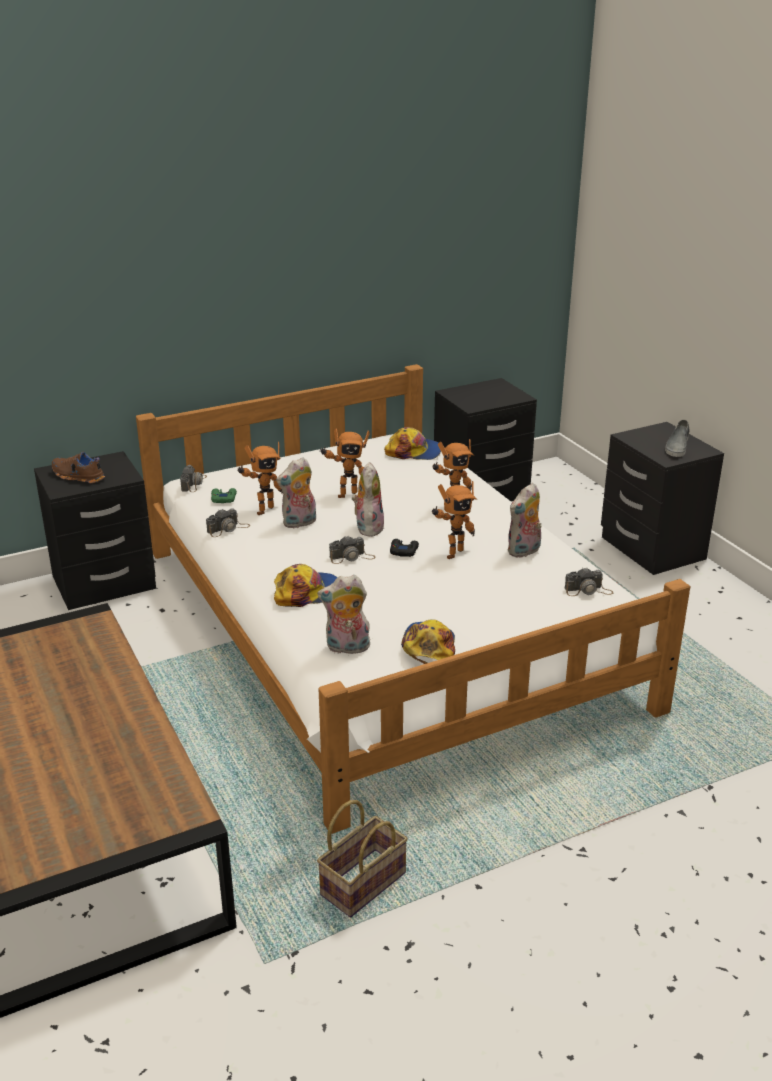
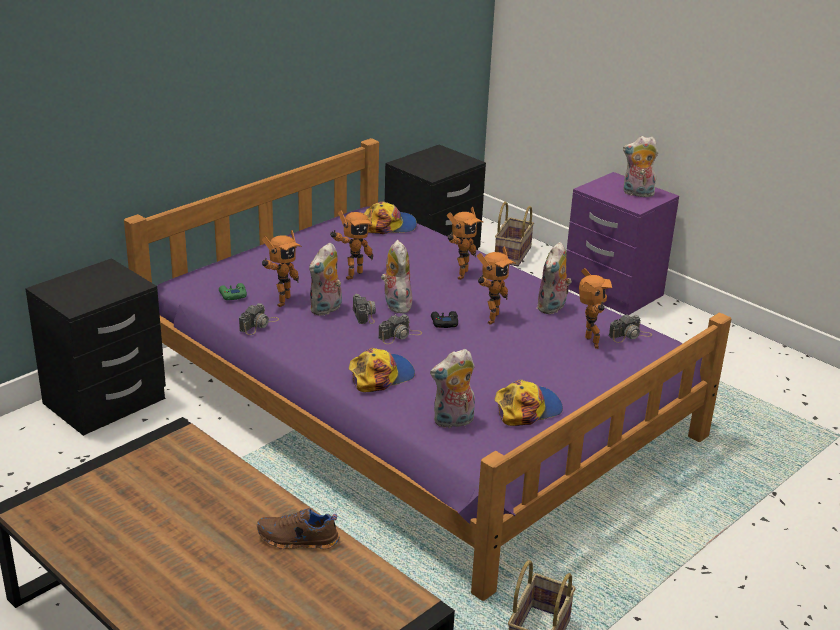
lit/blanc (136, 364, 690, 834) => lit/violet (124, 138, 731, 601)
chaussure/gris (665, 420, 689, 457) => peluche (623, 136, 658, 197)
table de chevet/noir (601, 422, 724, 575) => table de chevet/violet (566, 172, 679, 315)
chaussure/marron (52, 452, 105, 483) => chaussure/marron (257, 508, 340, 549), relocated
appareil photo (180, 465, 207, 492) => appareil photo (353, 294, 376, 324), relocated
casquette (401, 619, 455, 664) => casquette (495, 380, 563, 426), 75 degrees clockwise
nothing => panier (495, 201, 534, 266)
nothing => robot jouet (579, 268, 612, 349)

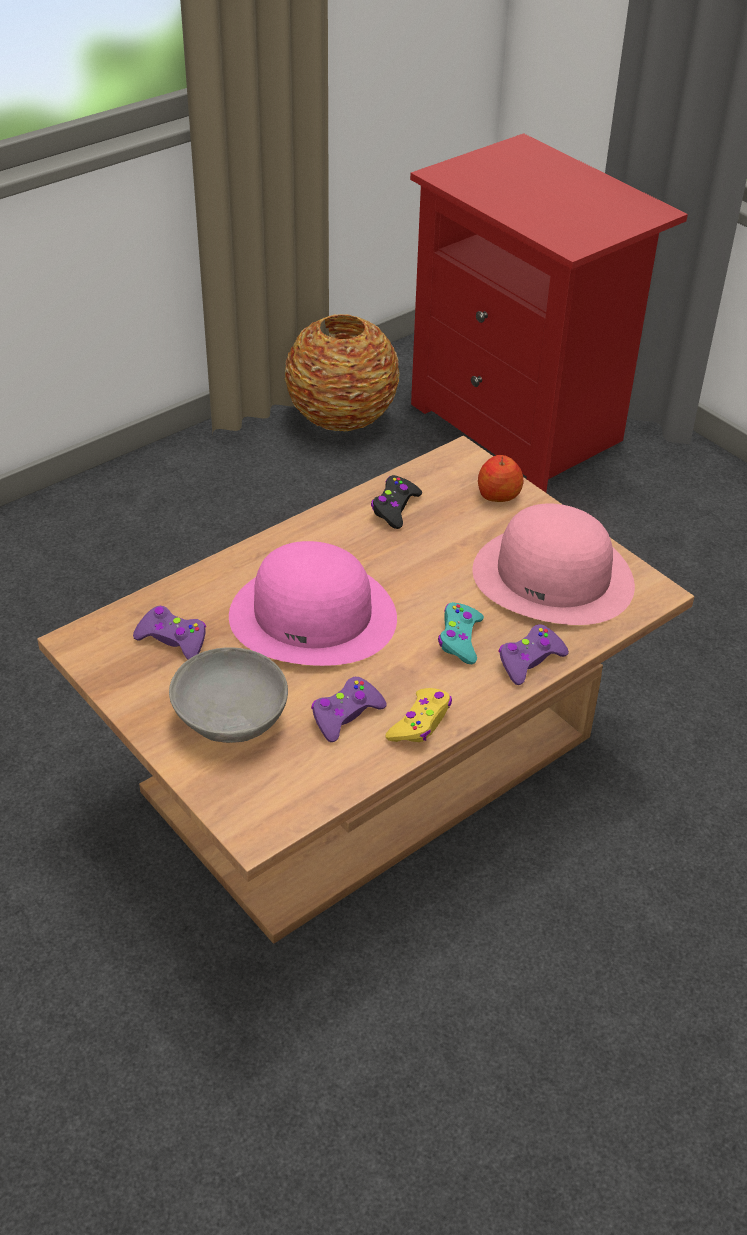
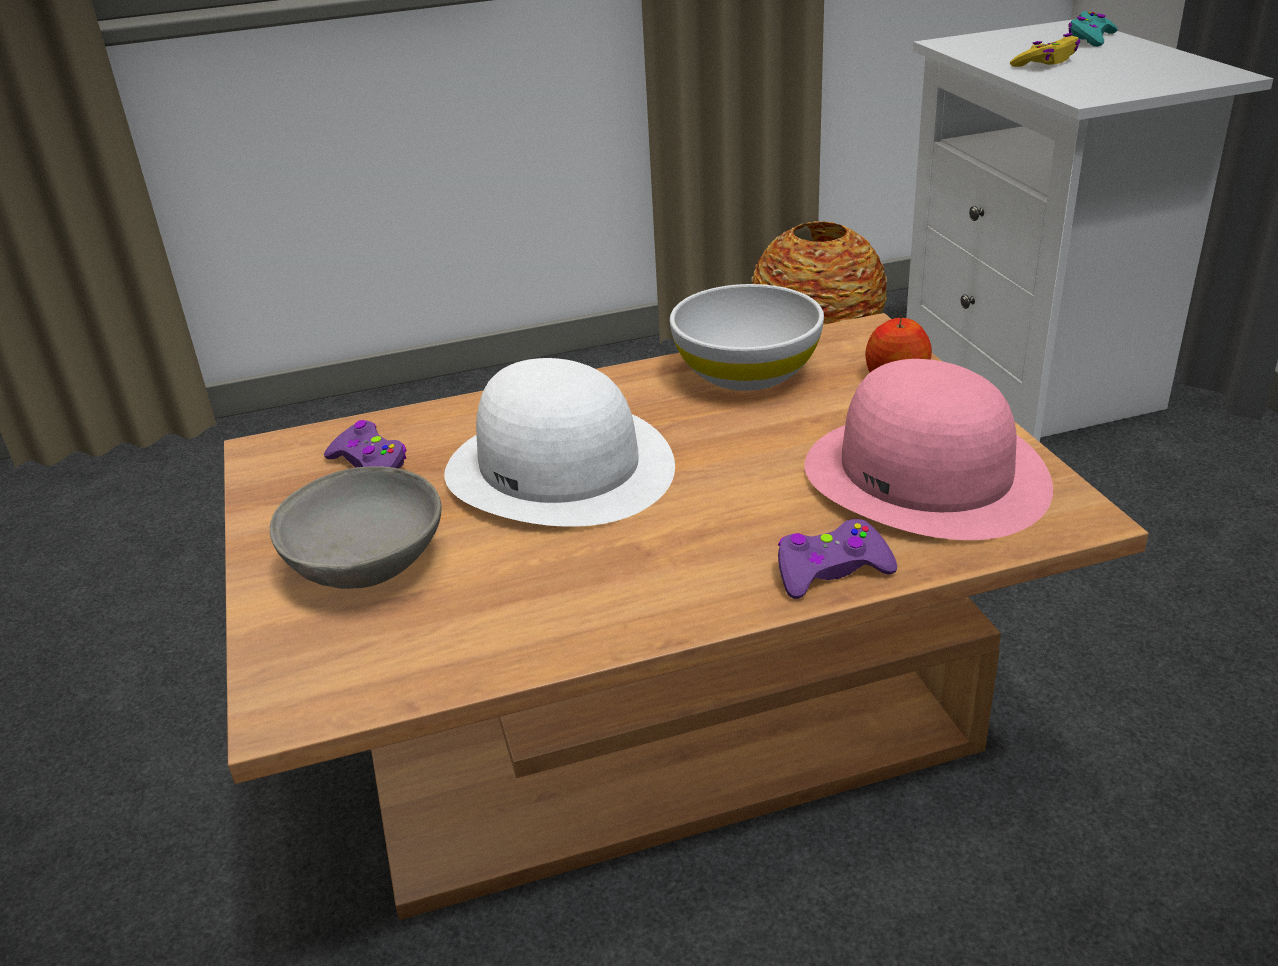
table de chevet/rouge (410, 133, 688, 492) => table de chevet/blanc (906, 19, 1273, 442)
manette/noir (371, 475, 422, 529) => bol/blanc (670, 284, 824, 391)
chapeau/rose (229, 541, 397, 666) => chapeau/blanc (444, 358, 675, 527)
manette/turquoise (438, 602, 484, 664) => manette/turquoise (1068, 11, 1118, 47), relocated
manette/violet (311, 677, 387, 742) => nothing
manette/jaune (385, 688, 452, 742) => manette/jaune (1010, 33, 1080, 67), relocated

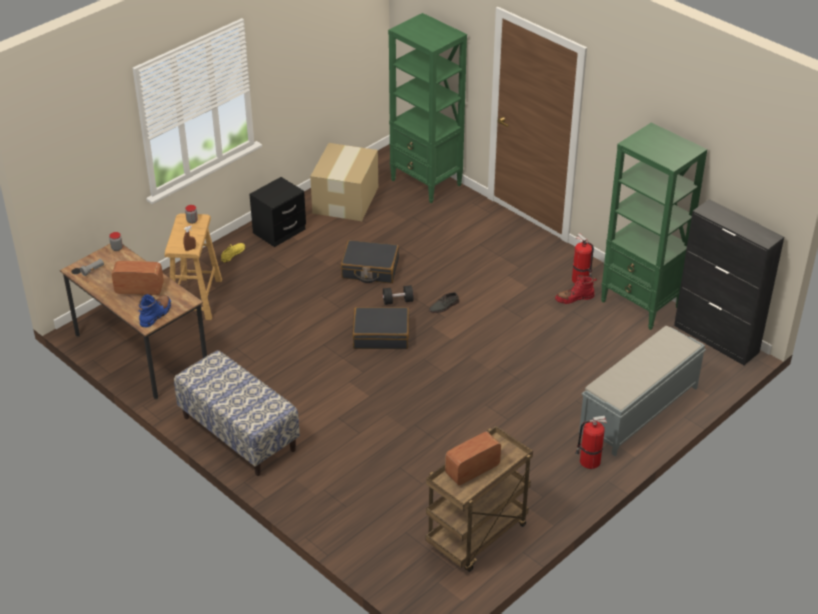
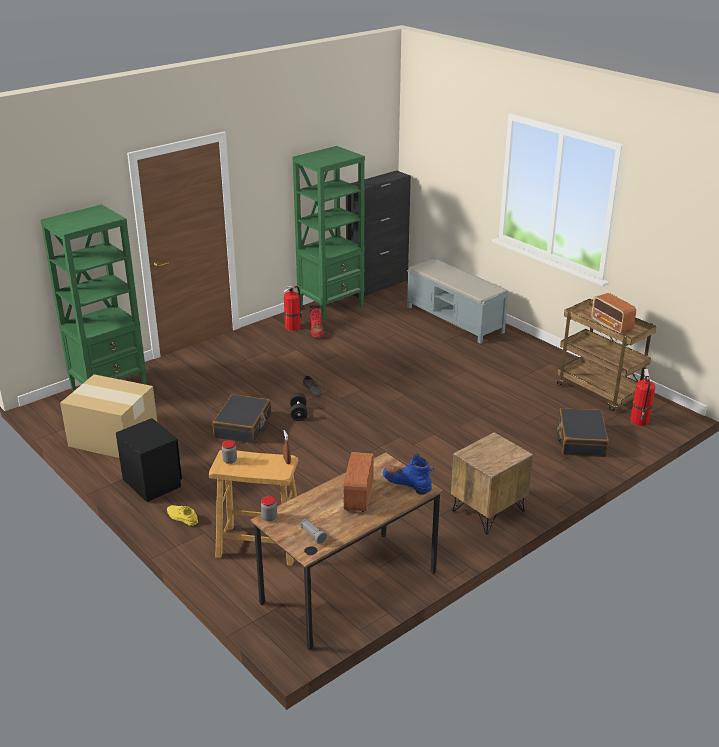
valise/noir (353, 307, 409, 349) => valise/noir (557, 408, 609, 457), relocated
banc (174, 350, 300, 476) => table de chevet/marron (451, 432, 533, 534)
extincteur (575, 416, 607, 469) => extincteur (630, 369, 655, 426), relocated

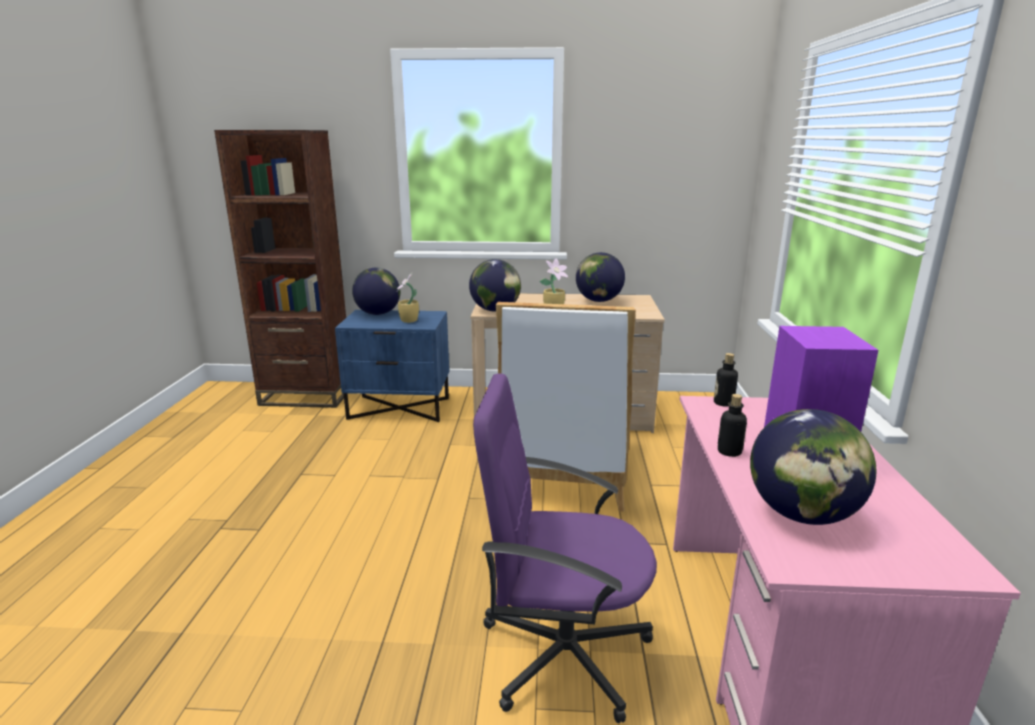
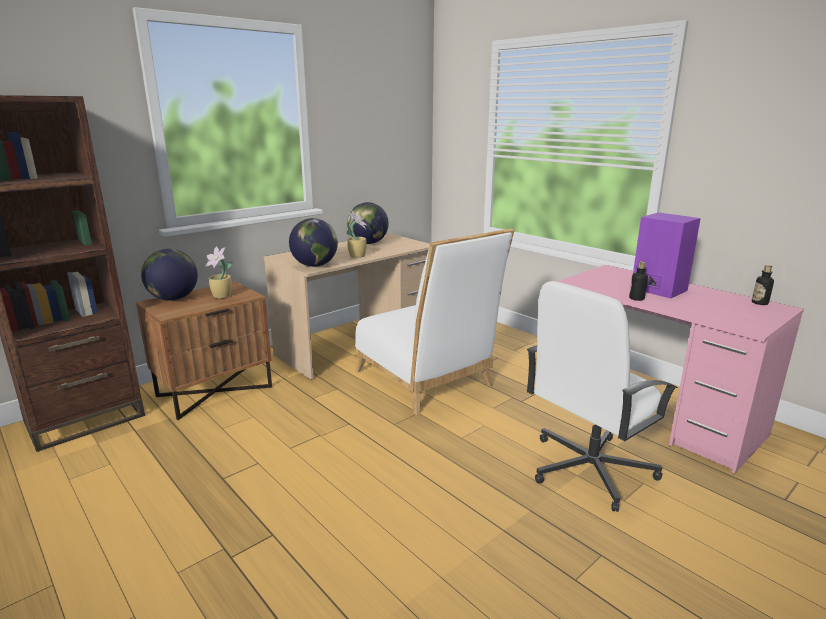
table de chevet/bleu (335, 310, 449, 422) => table de chevet/marron (136, 281, 272, 420)
bouteille (714, 353, 738, 407) => bouteille (752, 265, 774, 305), relocated
chaise de bureau/violet (473, 373, 657, 723) => chaise de bureau/blanc (527, 281, 678, 512)
globe (750, 409, 877, 525) => nothing

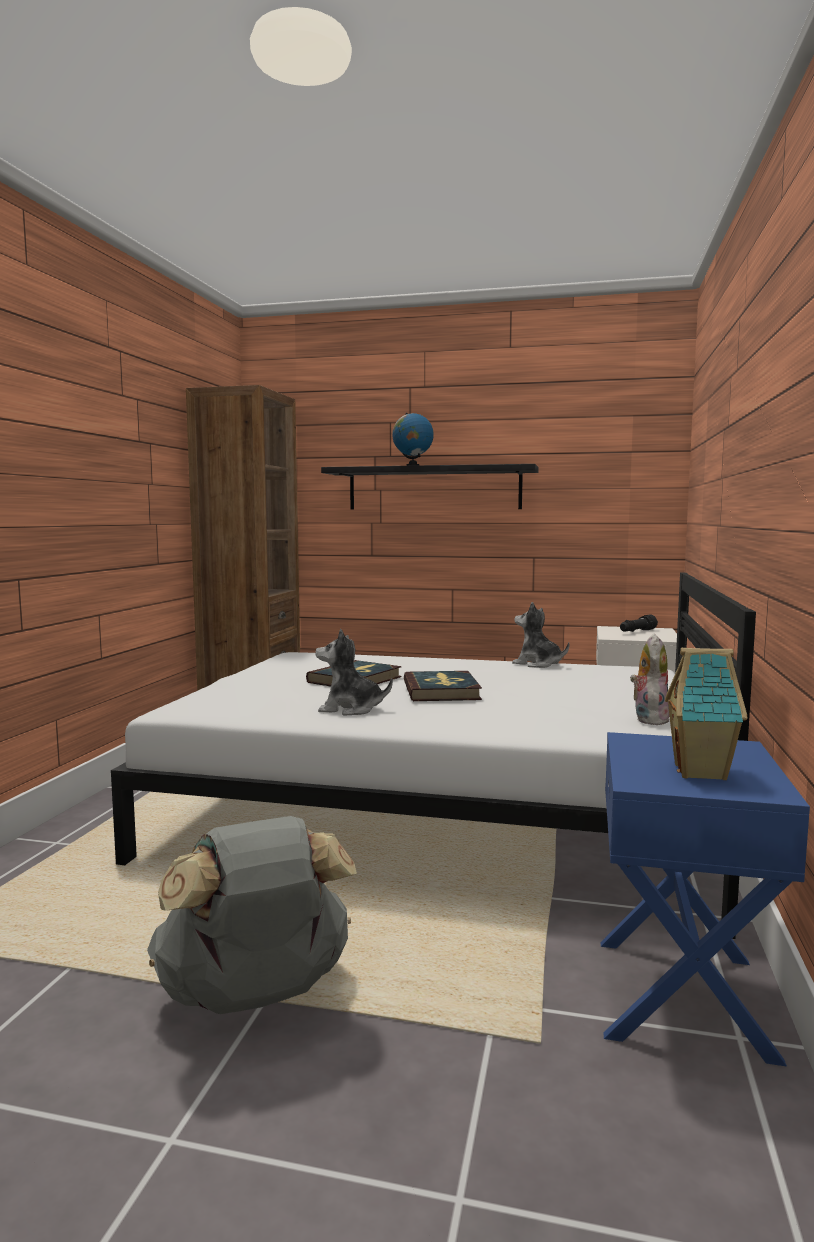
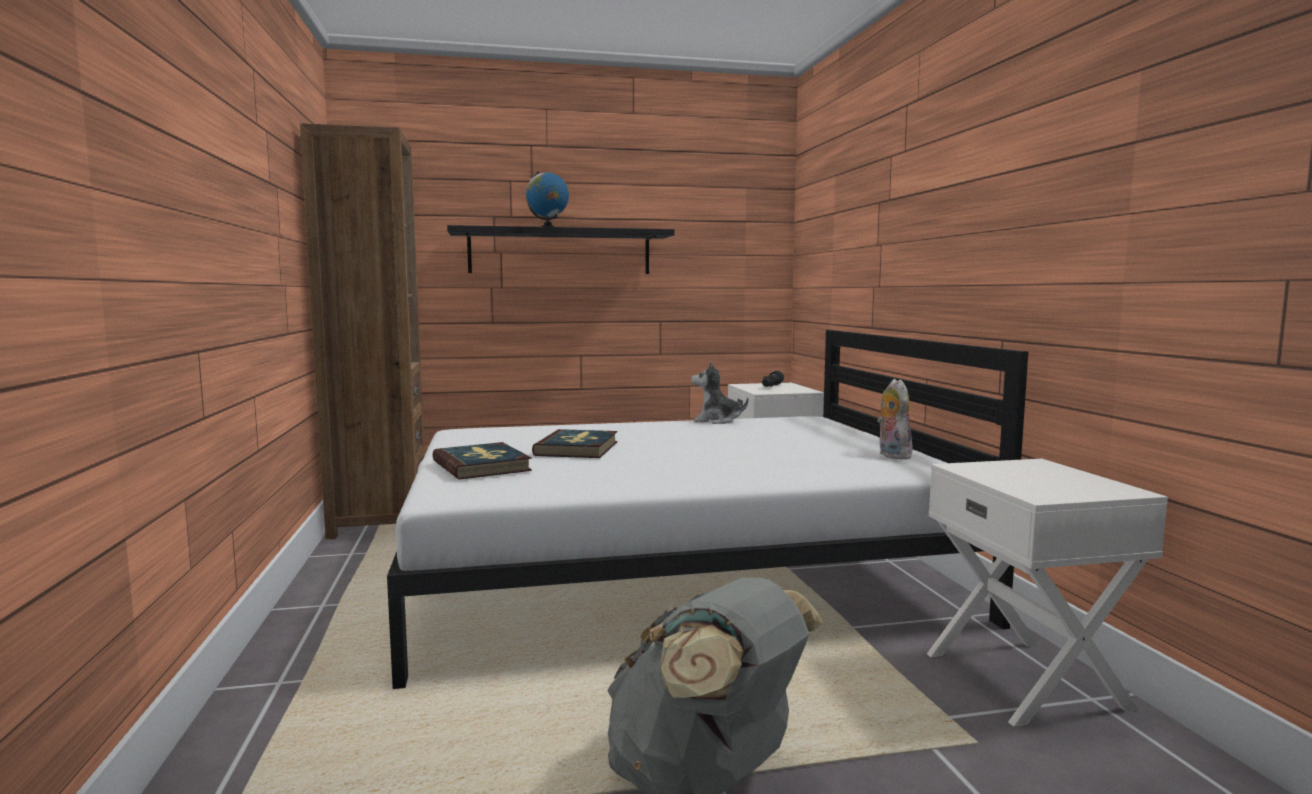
peluche (315, 629, 393, 715) => nothing
maison miniature (665, 648, 748, 780) => nothing
livre (404, 671, 482, 701) => livre (432, 442, 532, 480), relocated
table de chevet/bleu (601, 732, 810, 1067) => table de chevet/blanc (927, 459, 1168, 727)

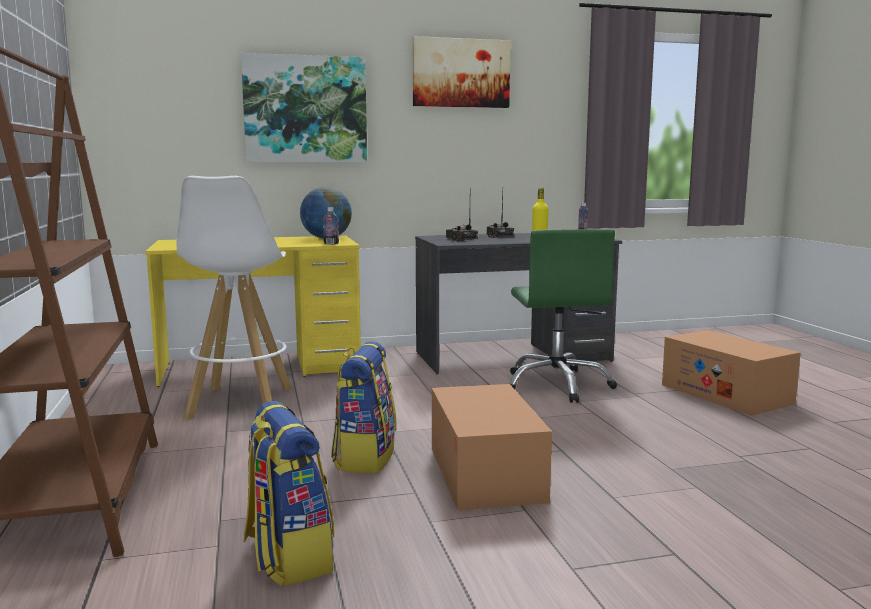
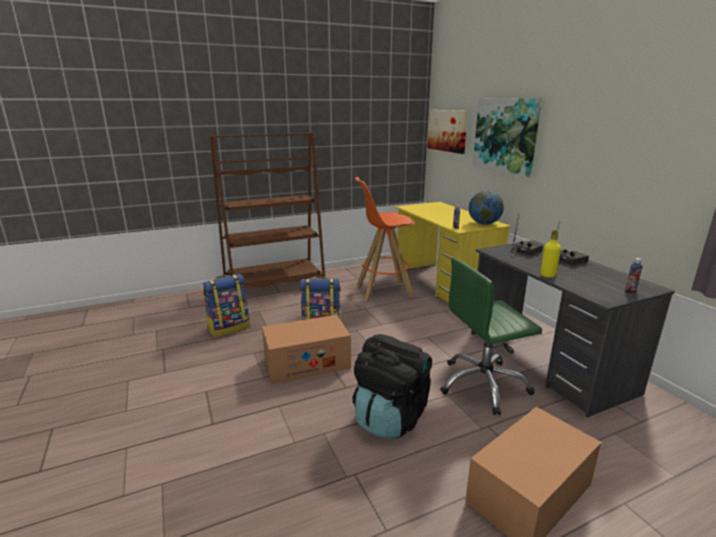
tableau (412, 36, 511, 108) => tableau (428, 110, 468, 154), relocated
tabouret/blanc (177, 176, 292, 420) => tabouret/orange (355, 177, 415, 302)
nothing => sac à dos/noir (353, 334, 432, 439)

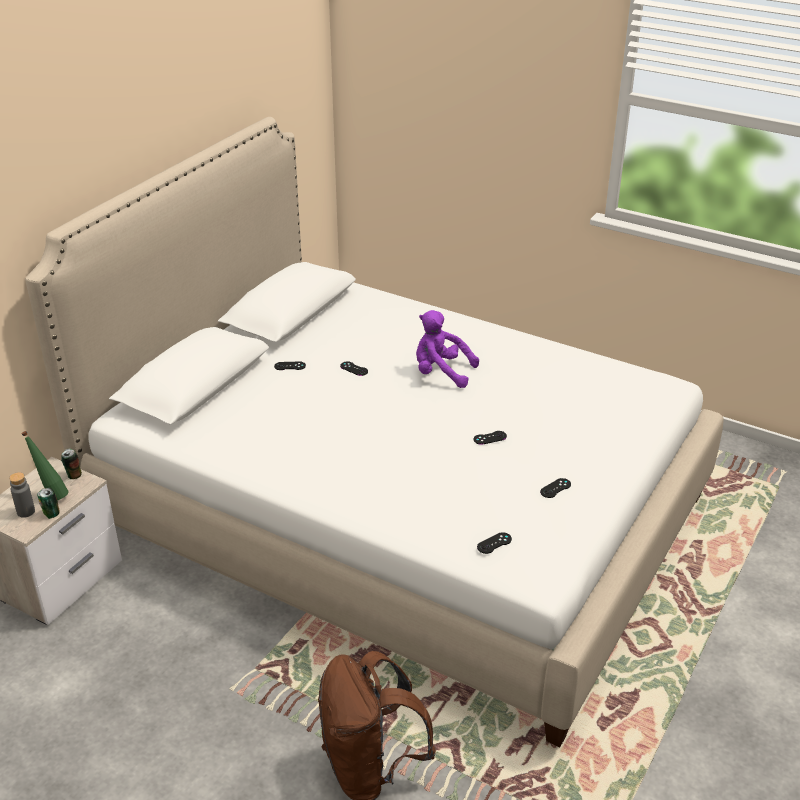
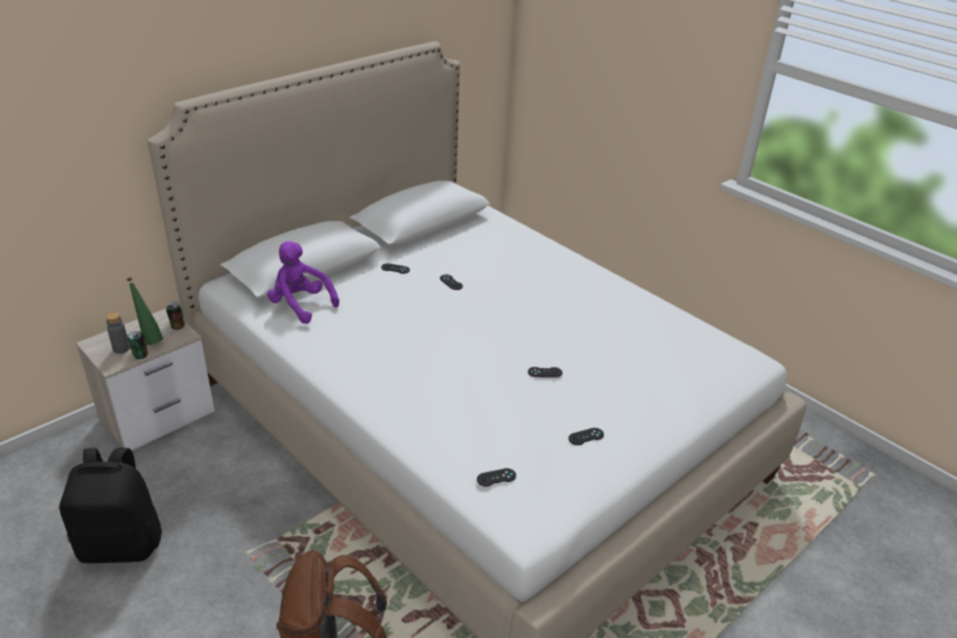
peluche/violet (416, 310, 479, 388) => peluche/violet (267, 241, 339, 324), relocated
nothing => sac à dos/noir (59, 448, 162, 563)

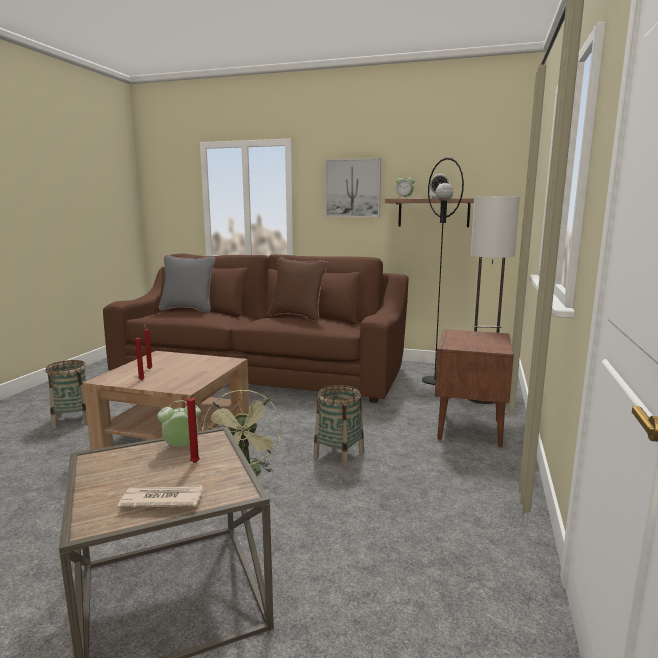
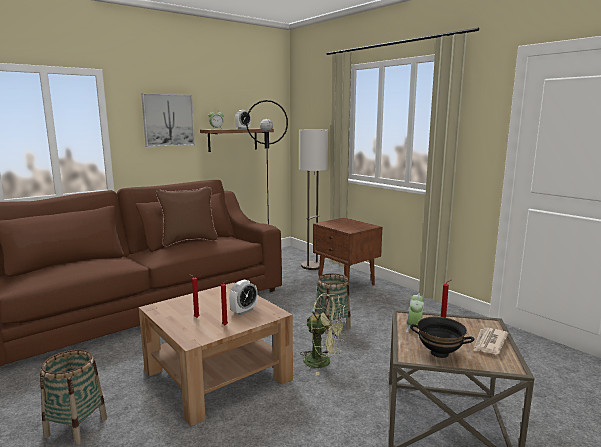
coussin/gris (159, 255, 216, 313) => nothing
nothing => réveil (229, 280, 257, 315)
nothing => bol/noir (410, 317, 474, 358)

